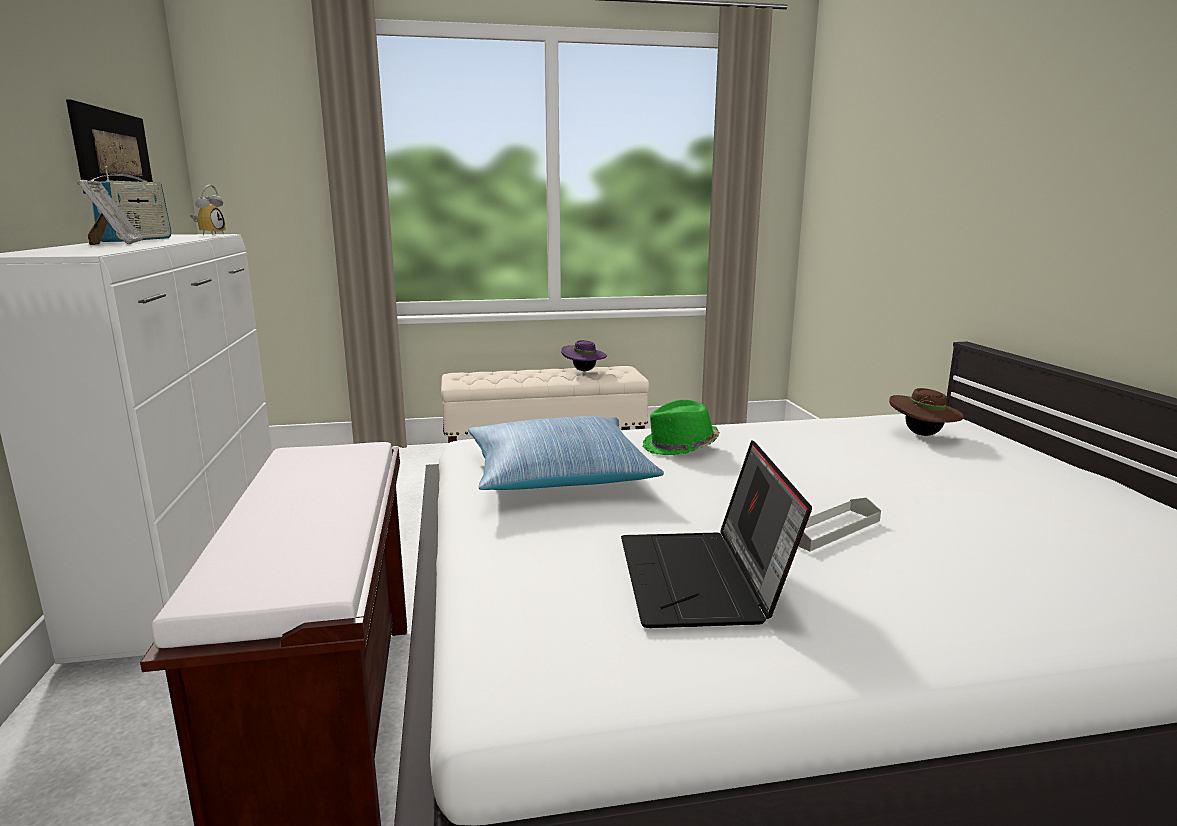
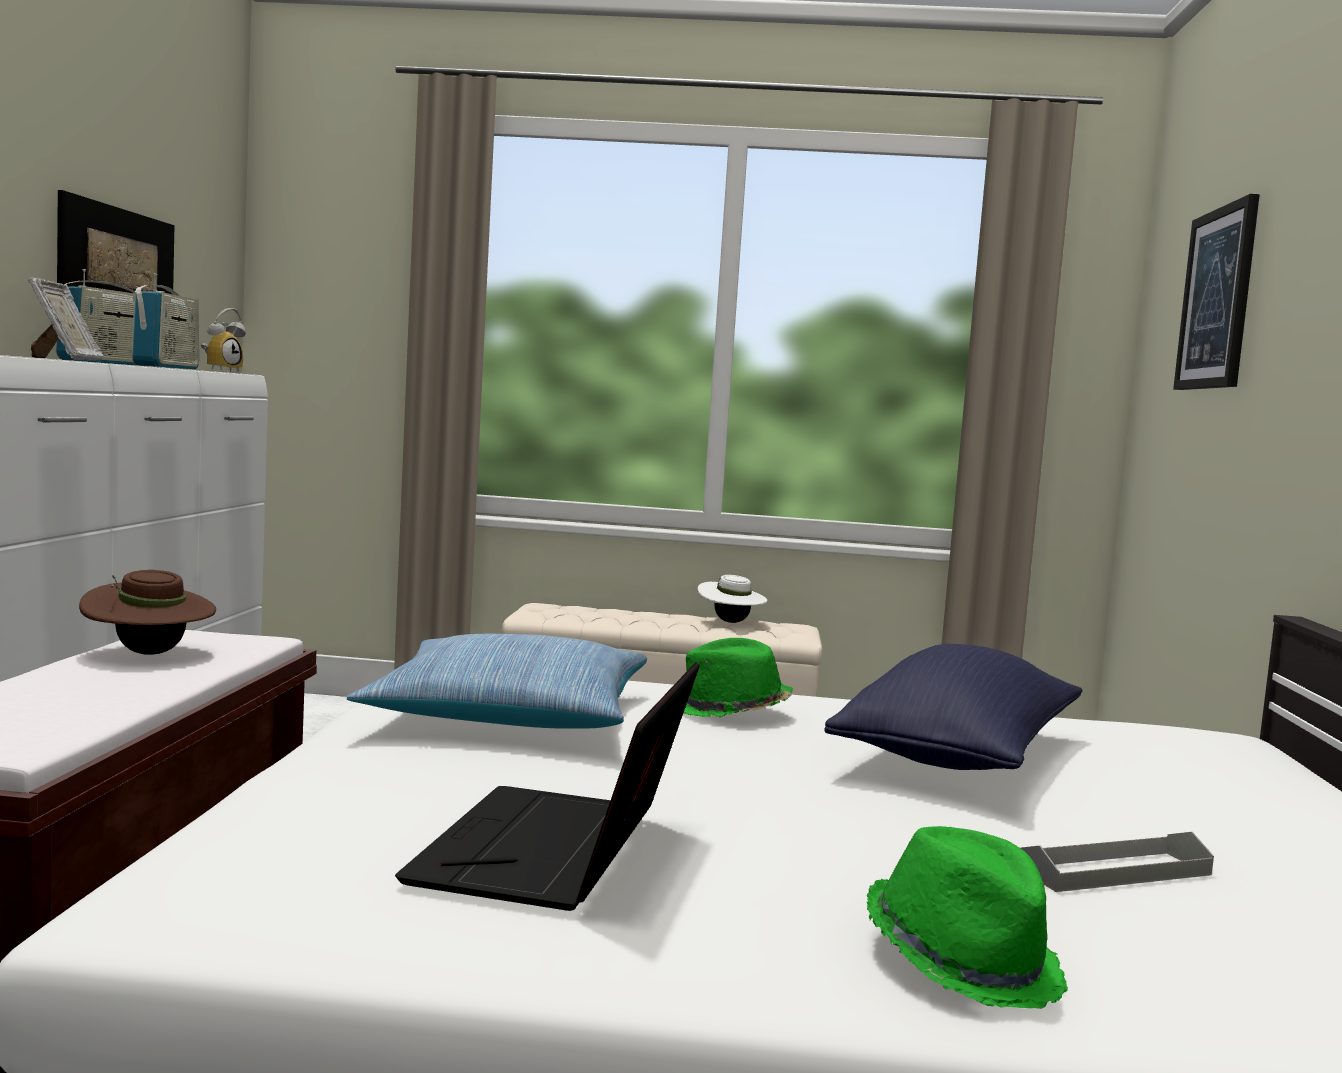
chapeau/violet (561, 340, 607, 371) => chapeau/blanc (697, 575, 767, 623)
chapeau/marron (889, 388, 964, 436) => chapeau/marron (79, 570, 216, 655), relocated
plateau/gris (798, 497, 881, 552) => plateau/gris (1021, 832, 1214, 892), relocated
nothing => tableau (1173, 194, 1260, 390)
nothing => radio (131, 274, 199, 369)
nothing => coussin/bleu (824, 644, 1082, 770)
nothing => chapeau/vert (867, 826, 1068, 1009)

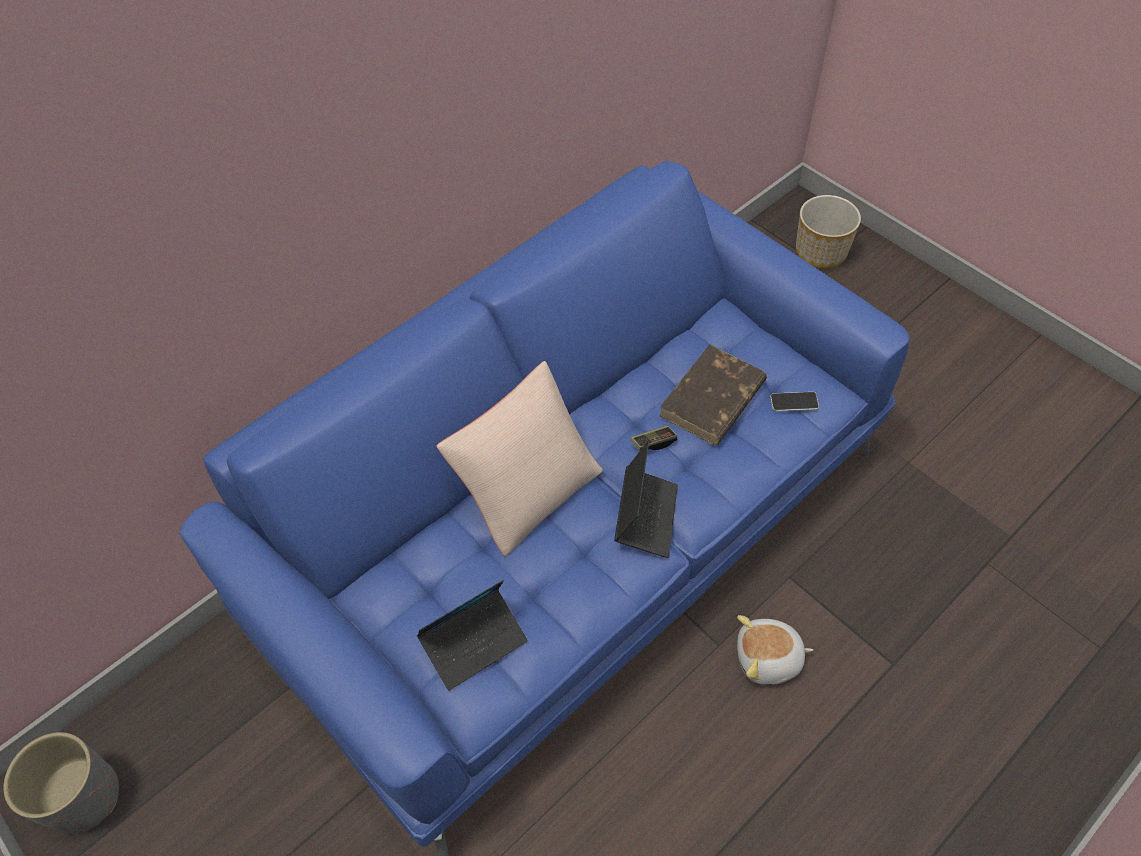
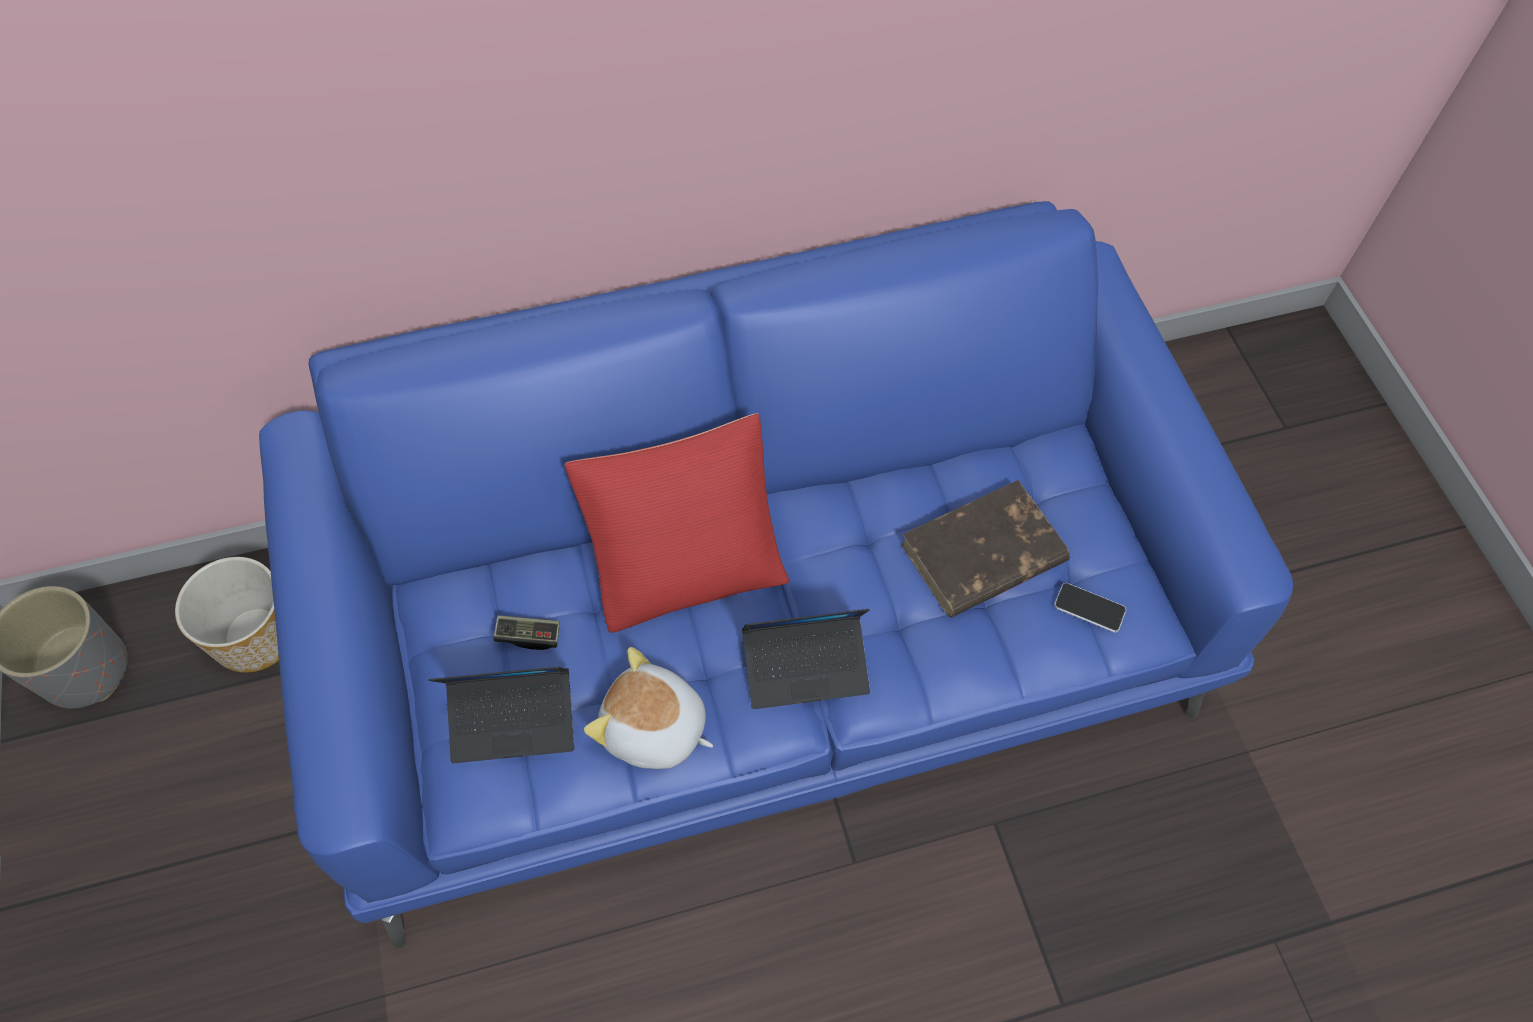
cache-pot (796, 195, 861, 269) => cache-pot (175, 557, 279, 673), relocated
coussin/beige (436, 361, 603, 556) => coussin/rouge (565, 413, 790, 633)
manette (631, 425, 677, 452) => manette (494, 615, 560, 650), relocated
ordinateur portable (614, 441, 678, 558) => ordinateur portable (742, 609, 870, 709), 45 degrees clockwise
peluche (737, 615, 813, 684) => peluche (584, 647, 713, 769), relocated

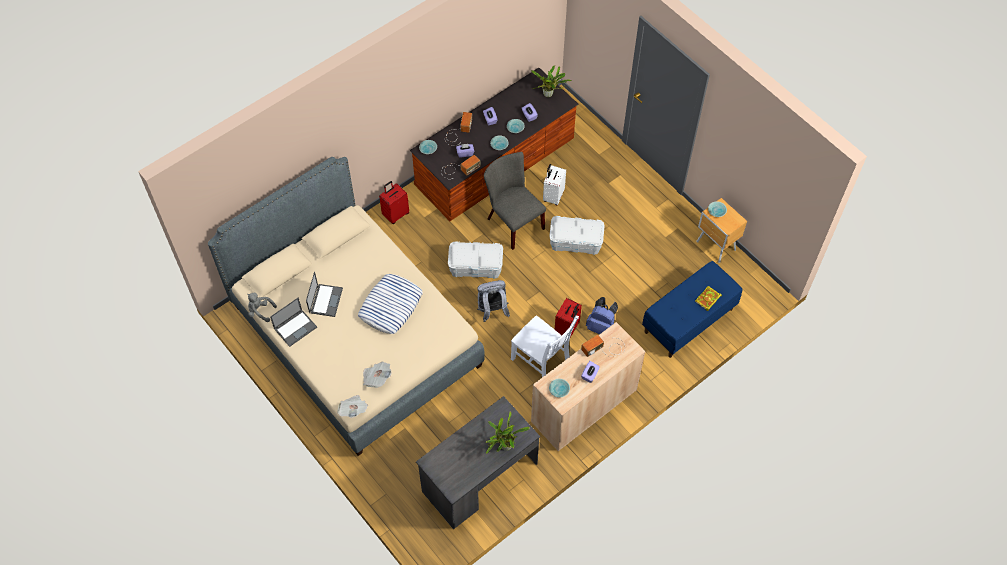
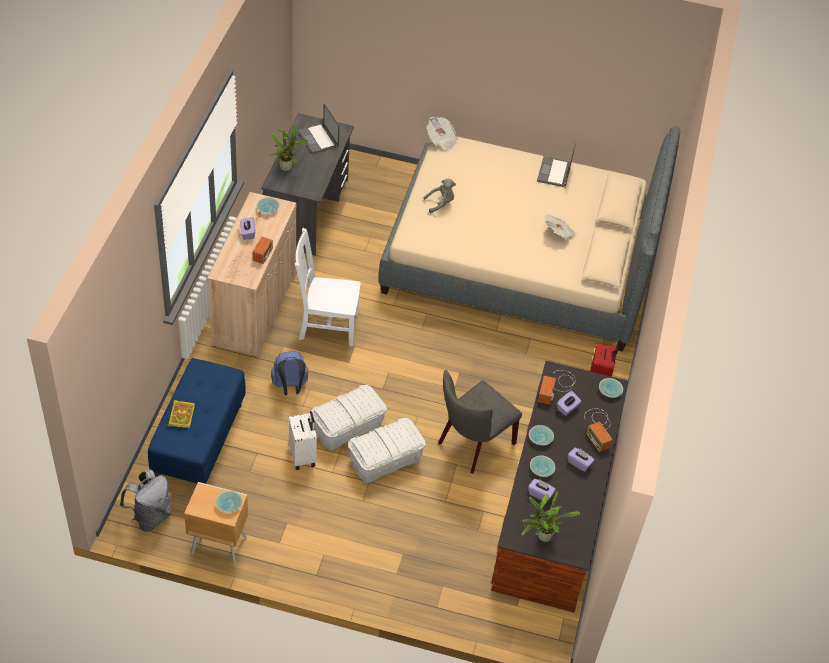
chaise/gris (484, 152, 546, 250) => chaise/gris (438, 370, 522, 473), 120 degrees clockwise
valise/blanc (543, 164, 566, 205) => valise/blanc (288, 411, 317, 470), relocated
boîte de rangement/blanc (448, 241, 503, 279) => boîte de rangement/blanc (311, 385, 387, 450), relocated
ordinateur portable (306, 272, 343, 317) => ordinateur portable (297, 103, 340, 154), relocated
coussin (358, 274, 423, 334) => nothing
sac à dos/gris (477, 280, 510, 322) => sac à dos/gris (120, 470, 172, 532), relocated
peluche/gris (247, 293, 277, 322) => peluche/gris (423, 179, 456, 213), relocated
valise/rouge (555, 298, 582, 338) => nothing
journal (363, 361, 392, 388) => journal (544, 215, 577, 239), relocated

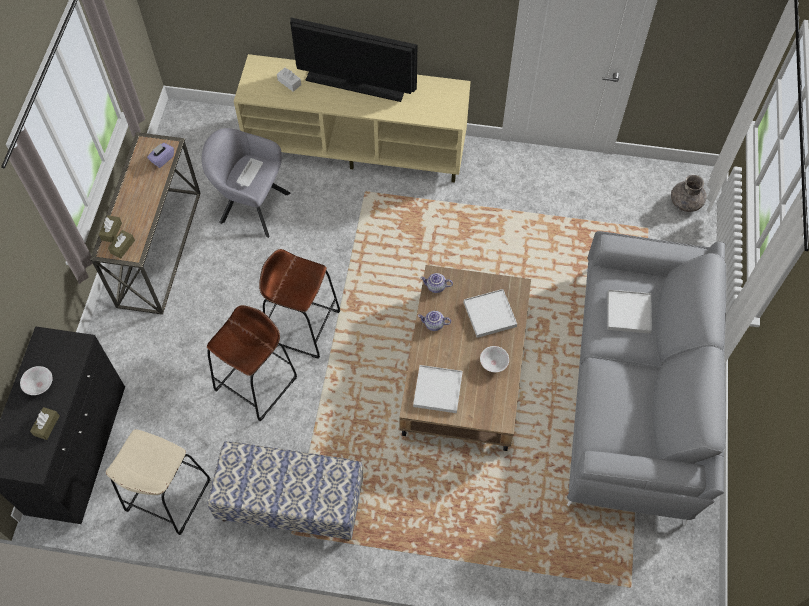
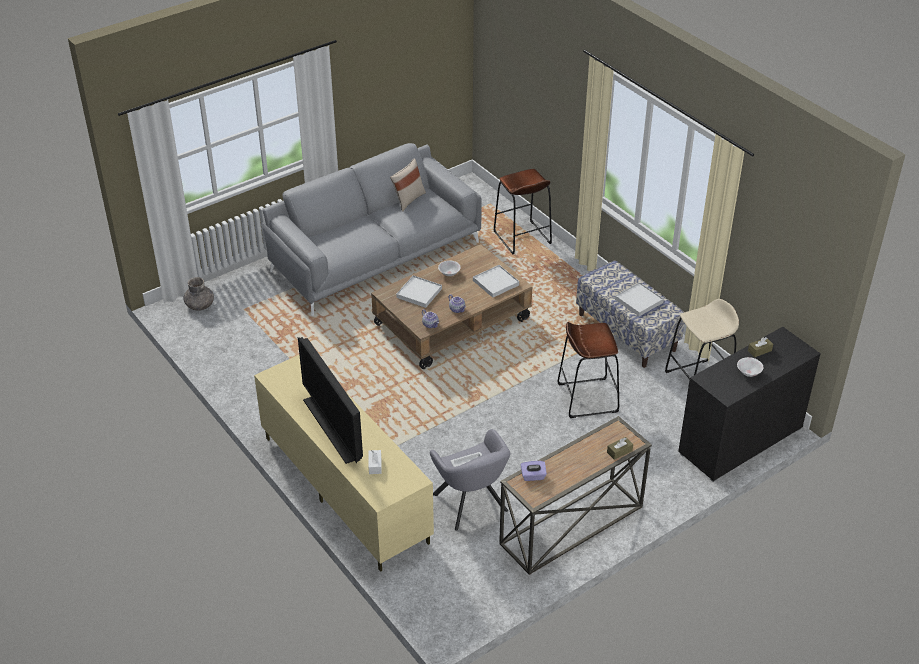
boîte à mouchoirs/marron (108, 230, 135, 259) => nothing
tabouret/marron (259, 249, 340, 359) => tabouret/marron (494, 169, 552, 254), relocated
plateau/blanc (607, 290, 652, 334) => plateau/blanc (615, 282, 664, 316), relocated
nothing => coussin/beige (390, 158, 426, 212)

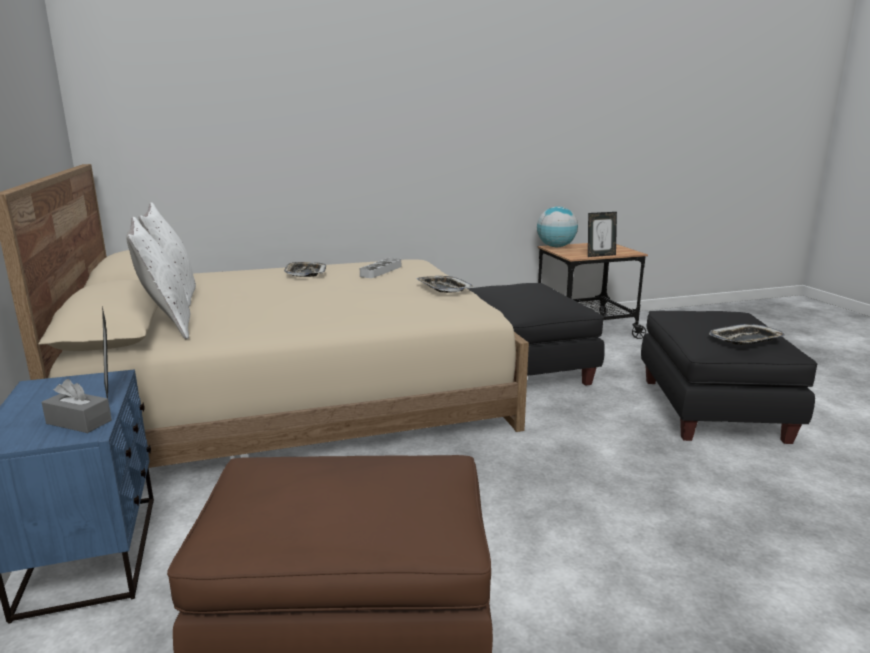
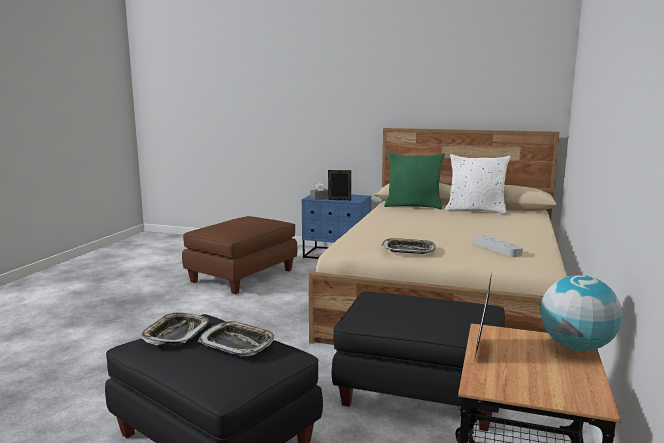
coussin/blanc (126, 217, 190, 339) => coussin/vert (384, 152, 445, 210)
plateau (284, 262, 326, 277) => plateau (198, 321, 275, 356), relocated

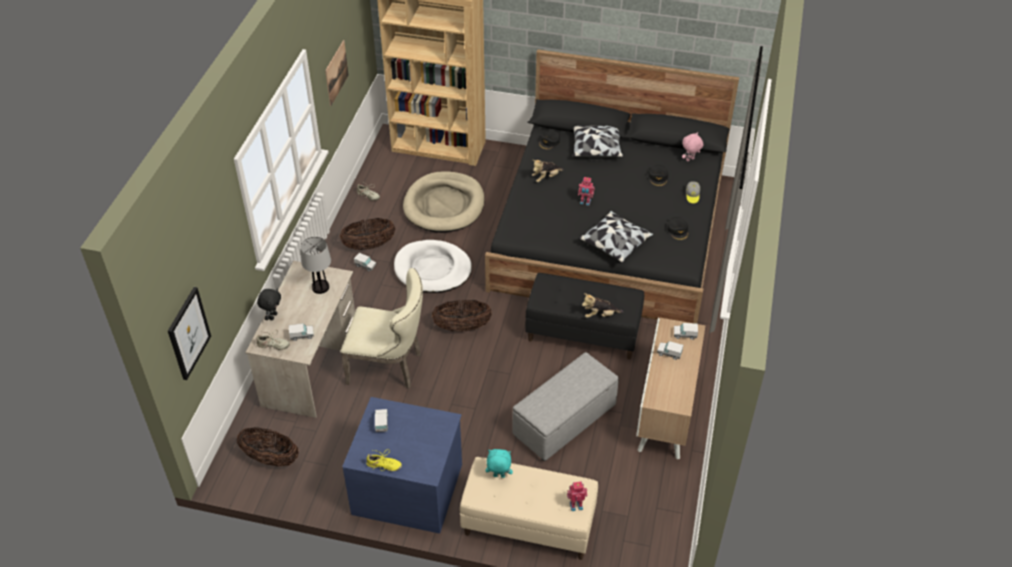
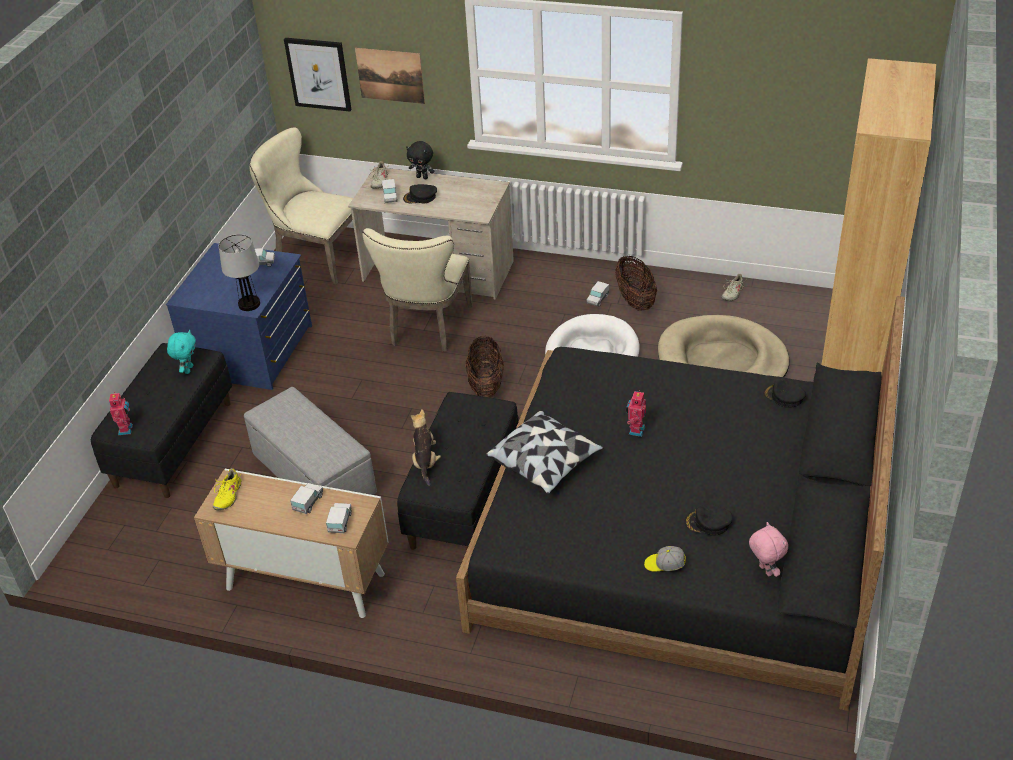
tableau (325, 40, 349, 106) => tableau (355, 48, 425, 104), relocated
coussin (572, 125, 623, 159) => nothing
peluche (532, 160, 564, 182) => nothing
casquette/noir (667, 217, 689, 241) => casquette/noir (403, 184, 437, 203), relocated
lampe de table (300, 237, 331, 294) => lampe de table (219, 234, 260, 311), relocated
panier (237, 427, 299, 467) => chaise/beige (249, 127, 353, 285)
chaussure/jaune (366, 449, 402, 472) => chaussure/jaune (213, 468, 242, 511), relocated
banc/beige (460, 457, 598, 560) => banc/noir (91, 343, 232, 498)

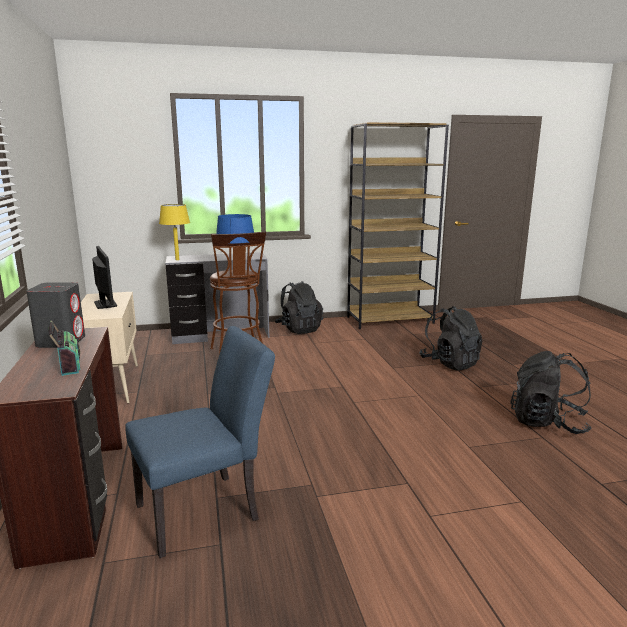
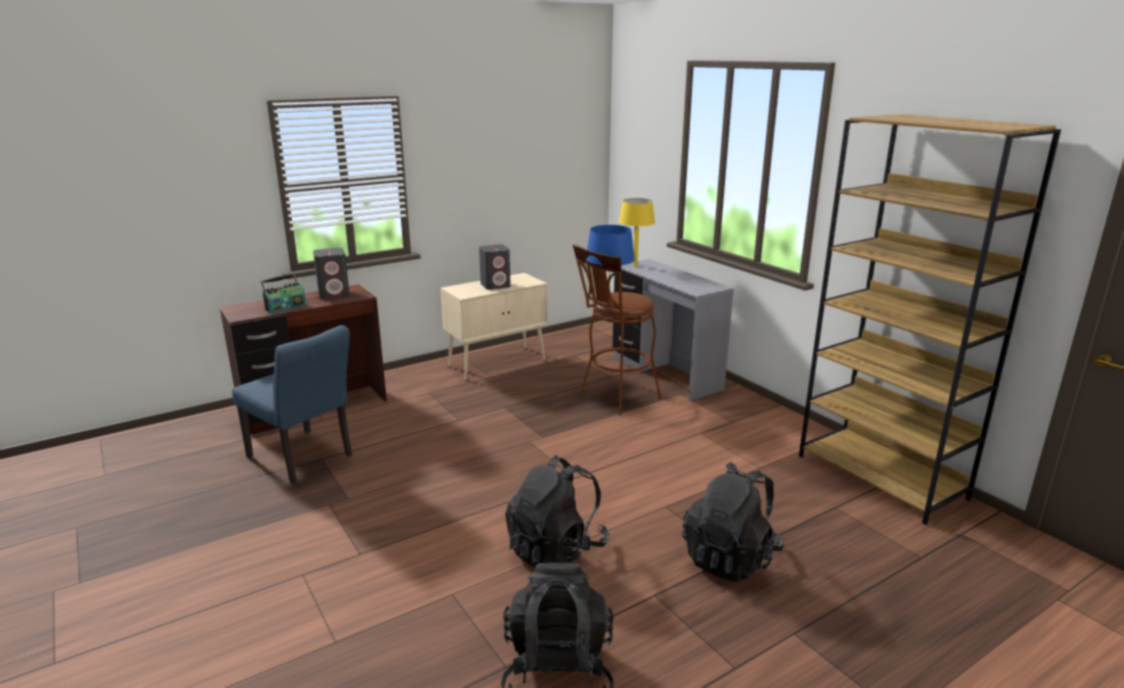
écran d'ordinateur (92, 246, 117, 309) => enceinte/gris (479, 244, 511, 290)
sac à dos/noir (275, 281, 323, 334) => sac à dos/noir (505, 455, 609, 568), relocated

